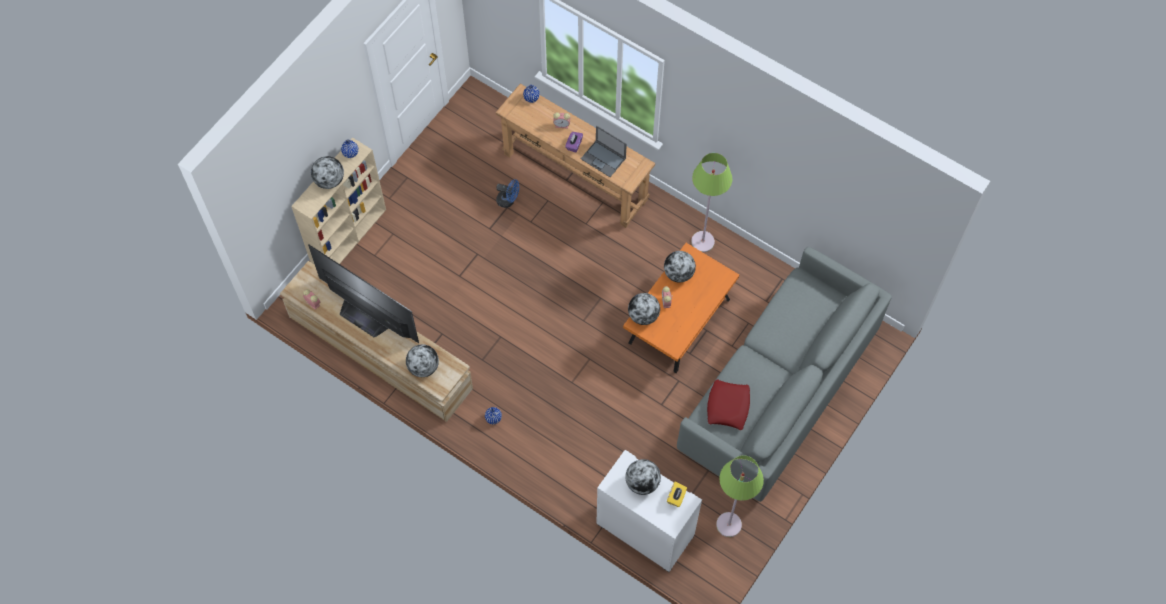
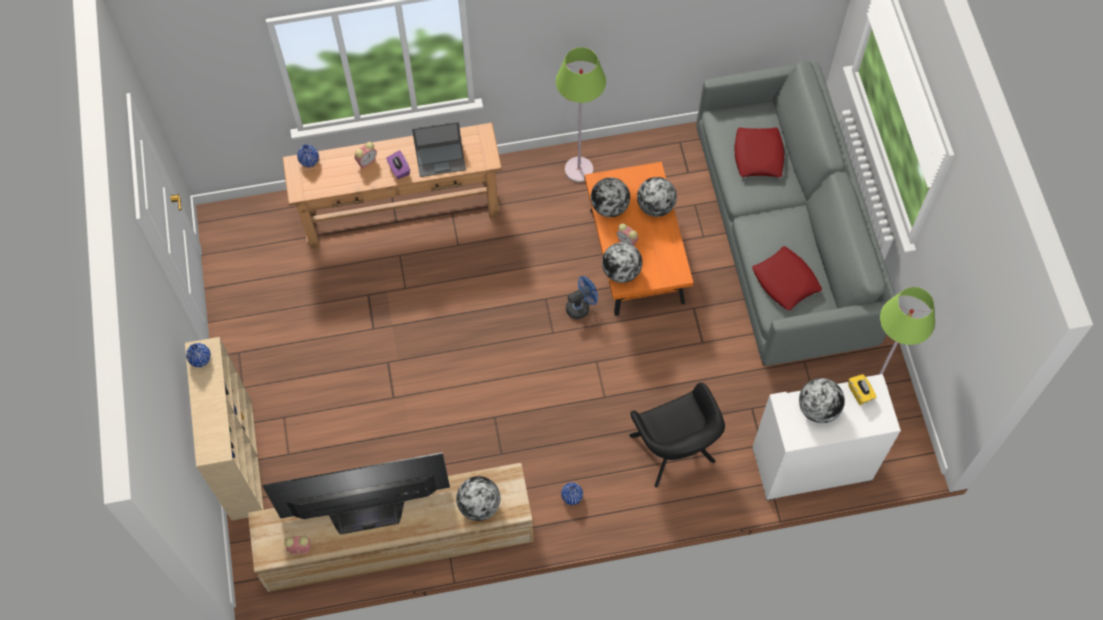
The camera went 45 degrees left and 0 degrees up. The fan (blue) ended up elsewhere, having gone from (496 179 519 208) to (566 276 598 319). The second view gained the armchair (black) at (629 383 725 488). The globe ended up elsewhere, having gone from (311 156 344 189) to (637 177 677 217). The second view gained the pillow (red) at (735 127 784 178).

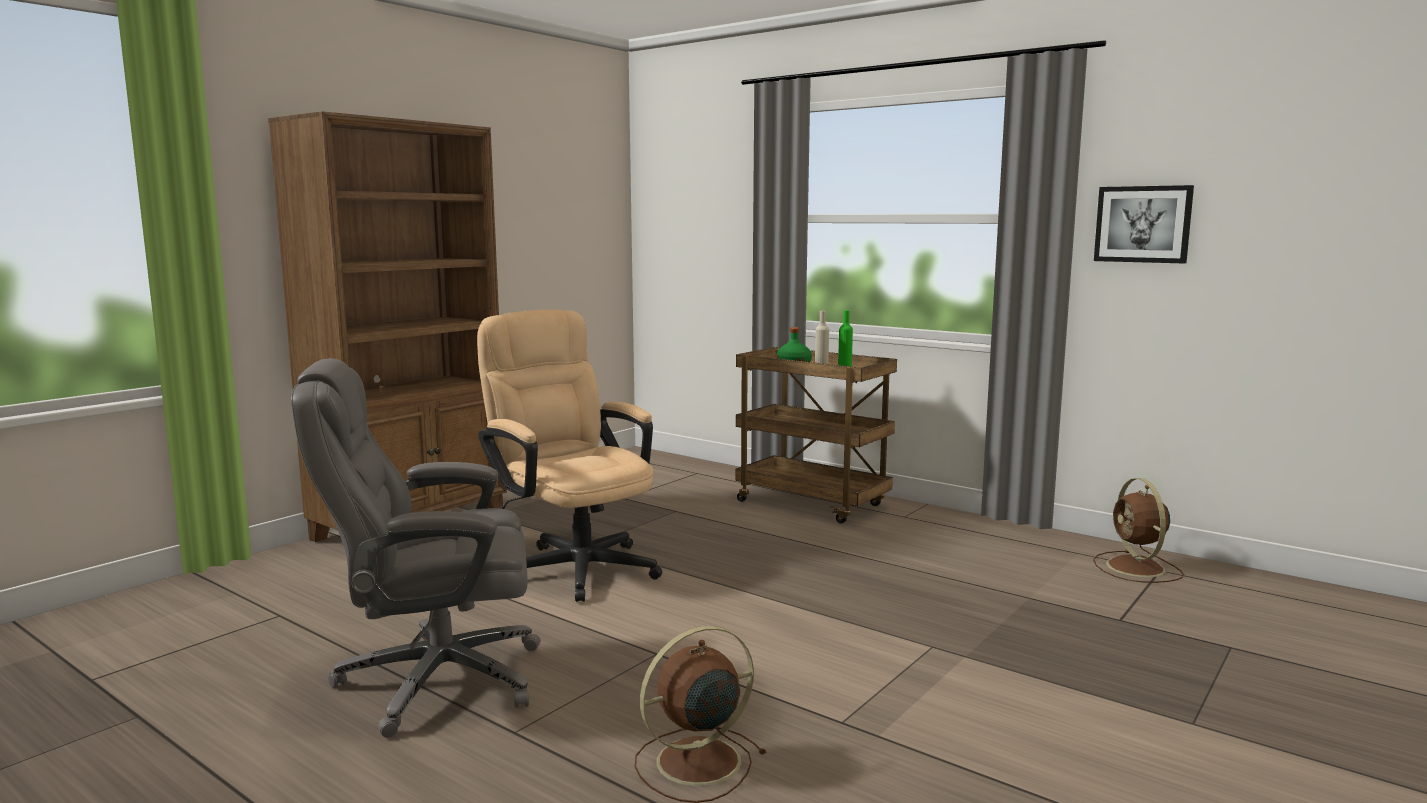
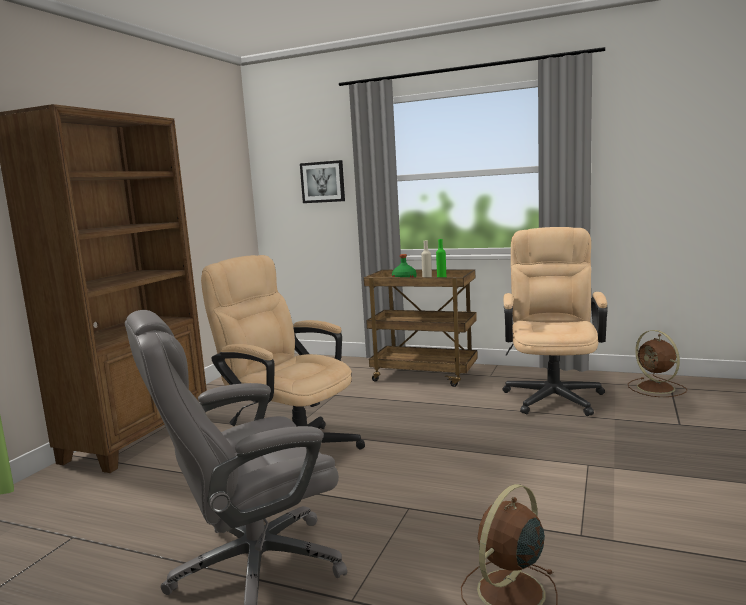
The camera went 15 degrees left and 0 degrees up. The picture ended up elsewhere, having gone from (1094 185 1194 264) to (300 160 345 203). The second view gained the office chair (beige) at (502 227 608 416).

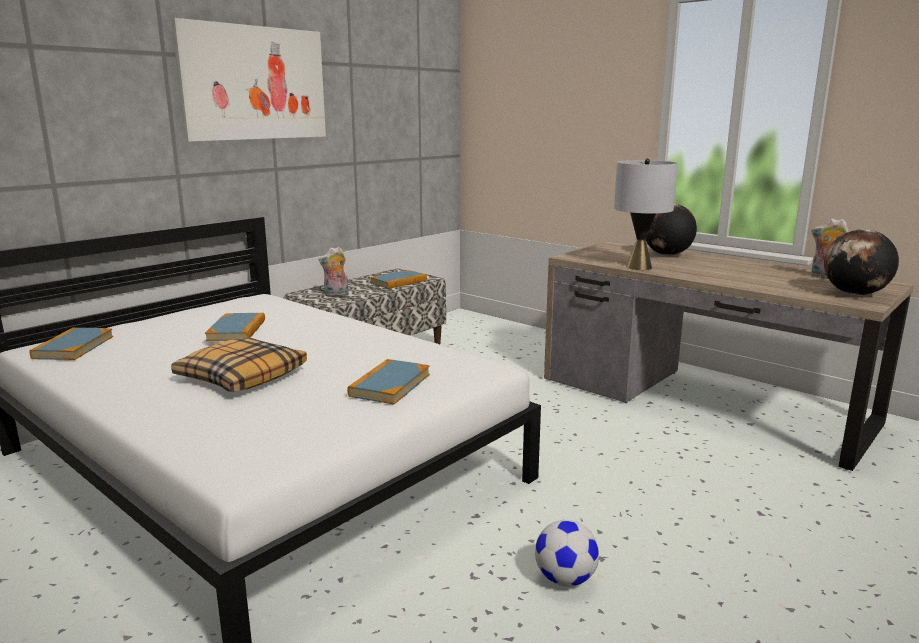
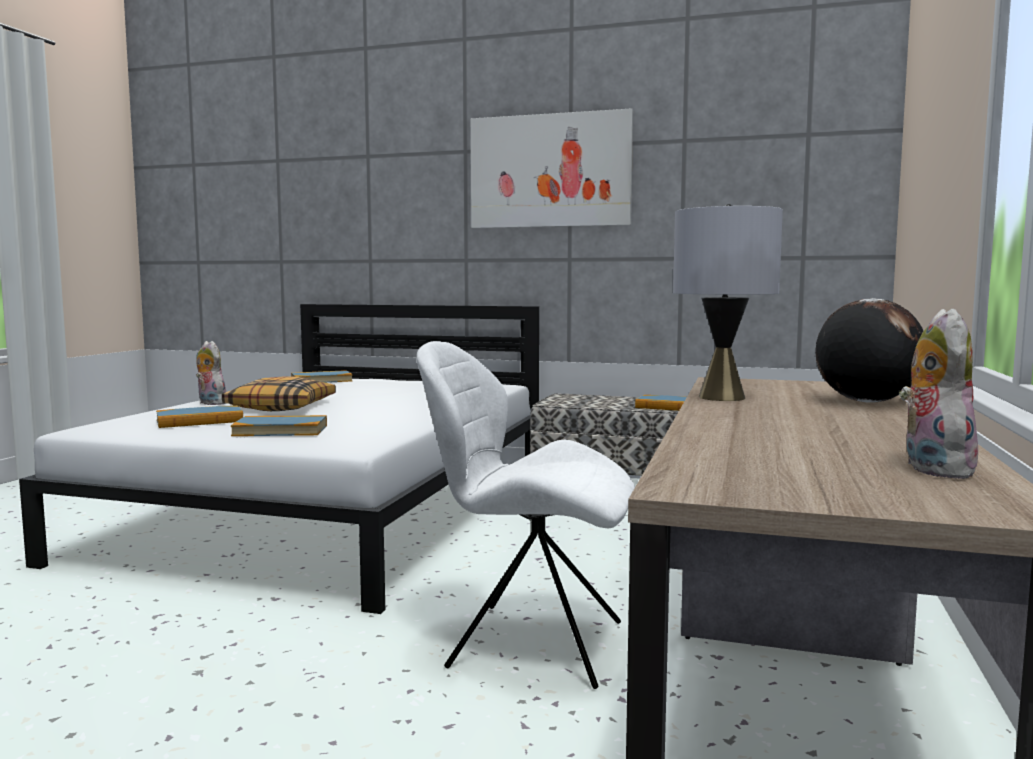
The camera went 65 degrees right and 10 degrees down. The book ended up elsewhere, having gone from (205 313 265 341) to (156 405 243 428). The plush toy ended up elsewhere, having gone from (319 247 349 297) to (196 341 226 405). The second view gained the chair (white) at (417 341 635 689). The second view lost the football at (535 520 599 587). The second view lost the globe at (824 229 899 295).

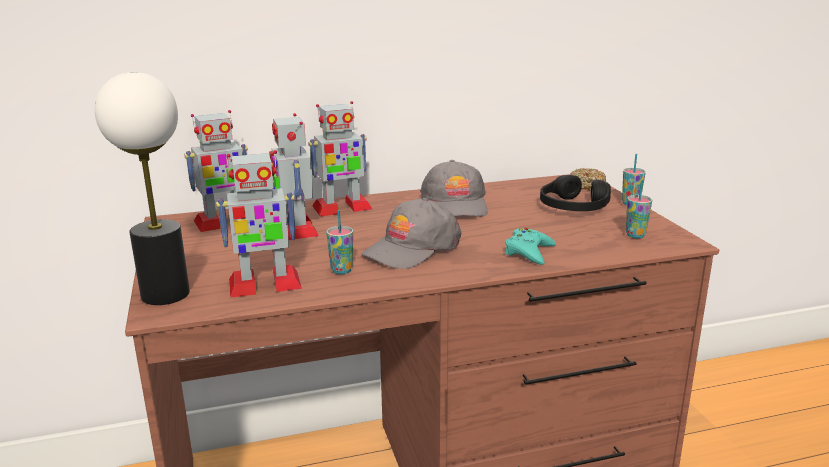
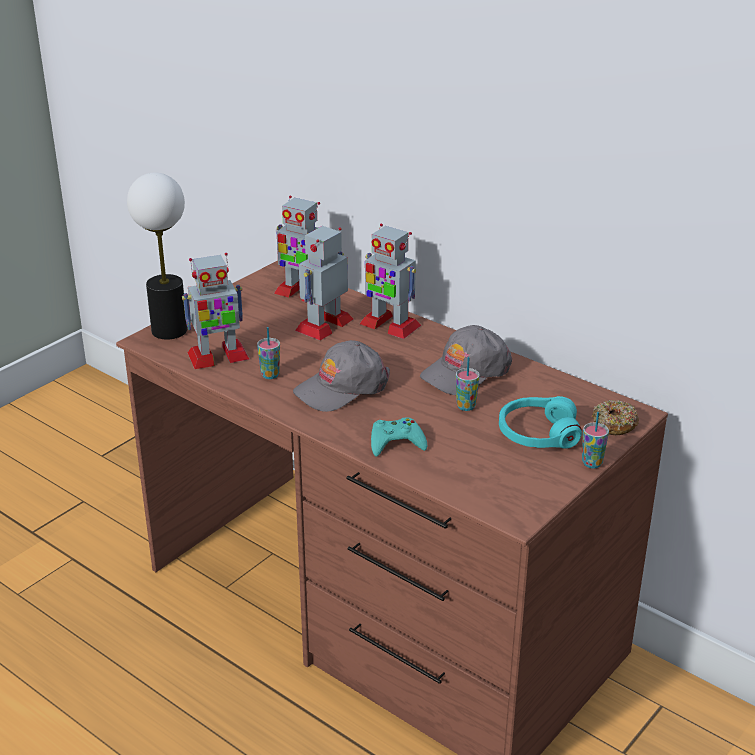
The camera went 55 degrees right and 10 degrees up. The toy robot at (216 150 302 298) ended up facing another way, 60 degrees counterclockwise from before. The cap (grey) at (362 198 461 269) ended up facing another way, 45 degrees counterclockwise from before. The cup ended up elsewhere, having gone from (626 180 652 238) to (456 357 480 411). What was the headphones (black) at (540 175 611 211) turned into the headphones (turquoise) at (499 396 582 449).

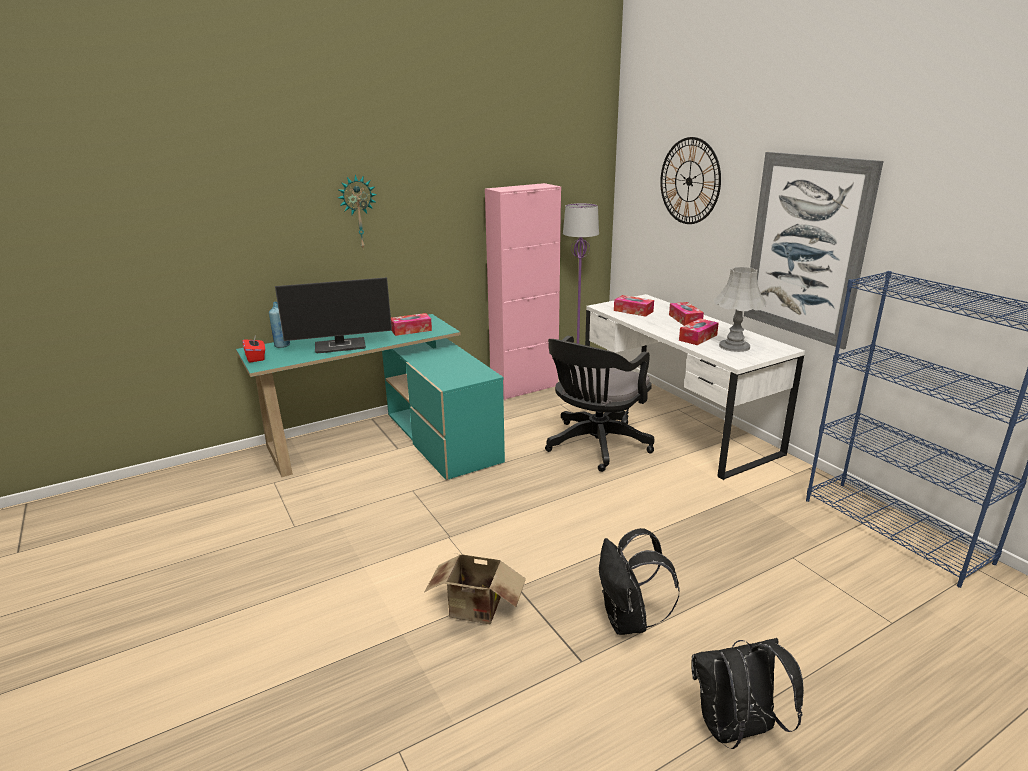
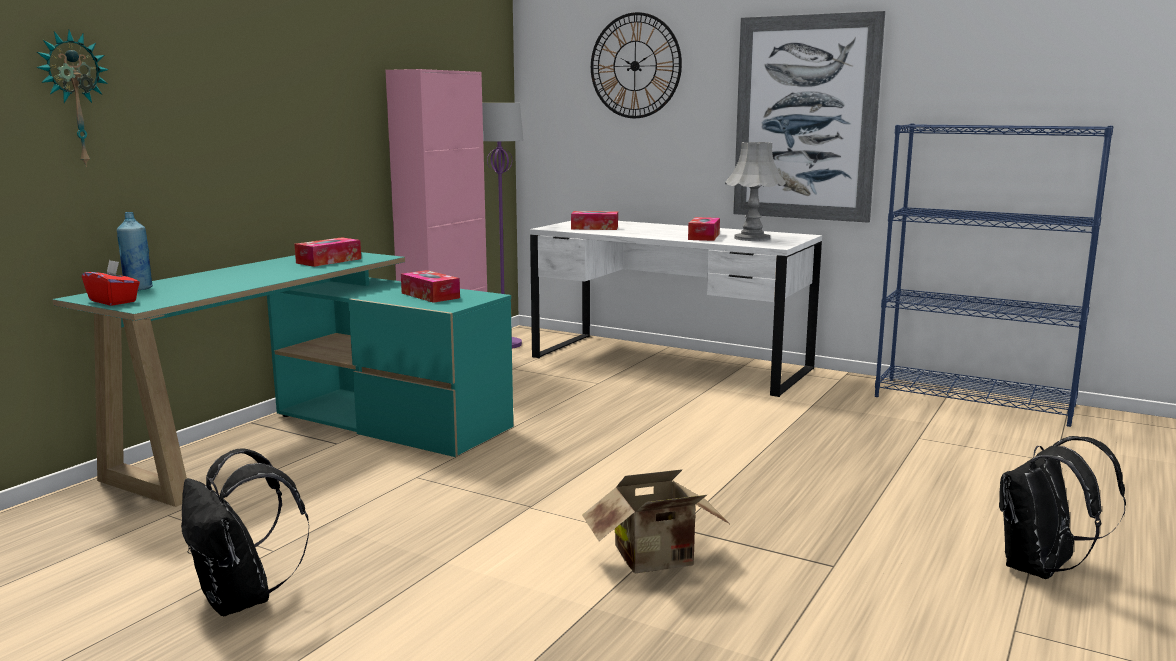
The camera went 30 degrees left and 10 degrees down. The wall clock ended up elsewhere, having gone from (338 174 377 248) to (36 30 109 167). The backpack (black) ended up elsewhere, having gone from (599 528 680 635) to (181 448 310 616). The tissue box ended up elsewhere, having gone from (669 302 704 326) to (401 270 460 303). The second view lost the monitor at (275 277 392 354). The second view lost the office chair (black) at (545 336 655 472).

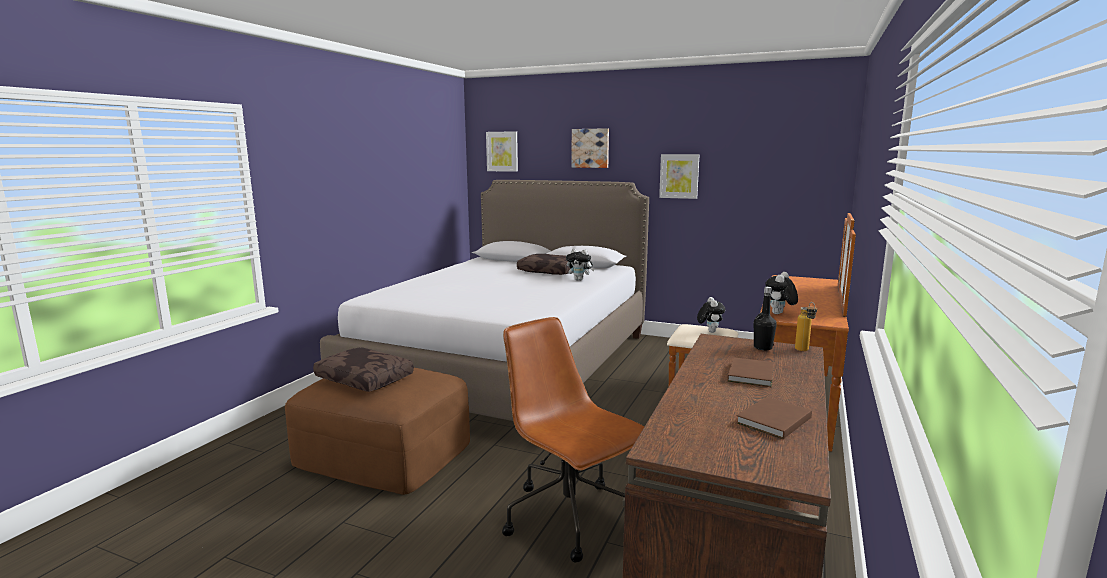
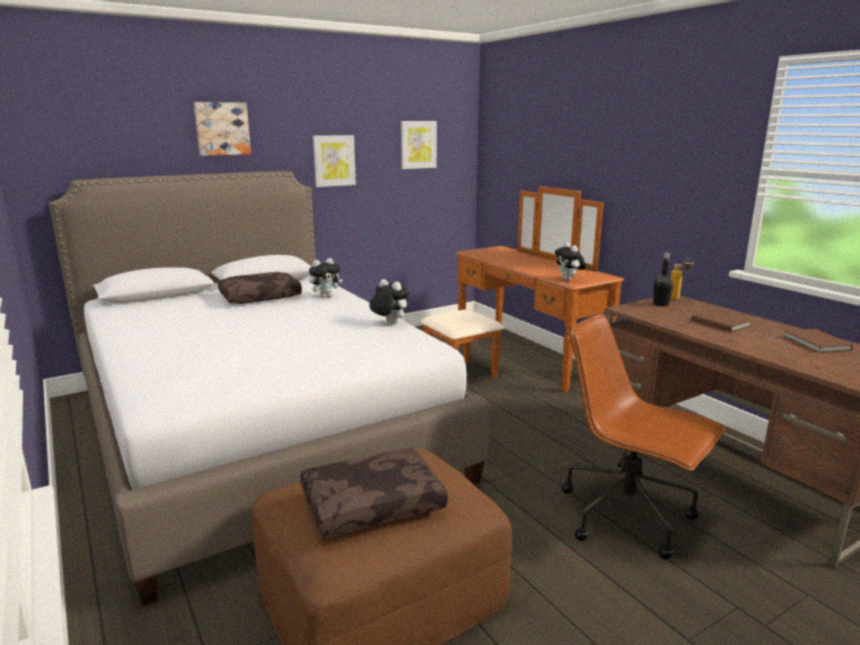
The camera went 55 degrees left and 5 degrees up. The plush toy ended up elsewhere, having gone from (697 297 725 333) to (369 279 410 324). The picture ended up elsewhere, having gone from (486 131 518 172) to (401 121 437 169). The office chair (brown) at (502 317 644 563) ended up facing another way, 45 degrees clockwise from before.

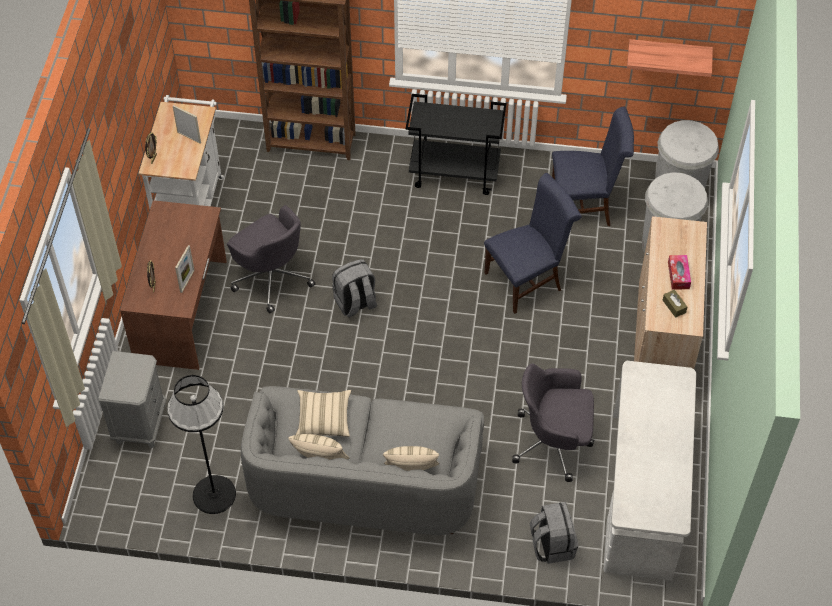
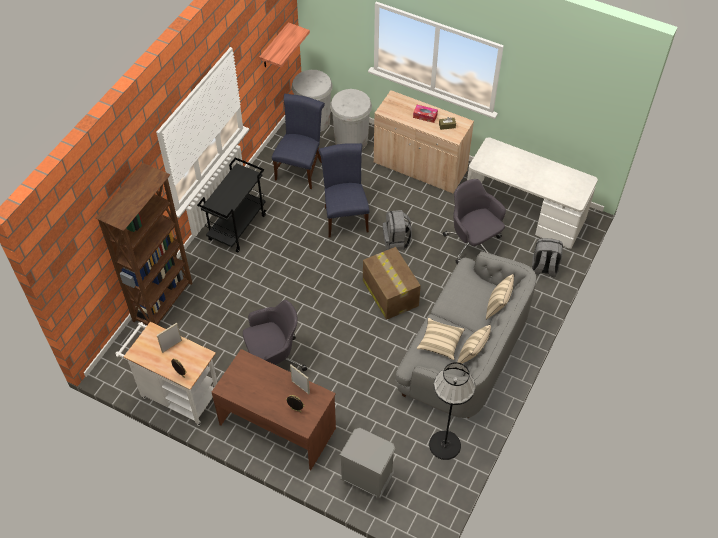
The camera went 70 degrees left and 0 degrees up. The second view gained the cardboard box at (363 247 421 320). The backpack (grey) ended up elsewhere, having gone from (332 259 377 317) to (383 210 412 250). The office chair (grey) at (512 363 595 482) ended up facing another way, 120 degrees clockwise from before.

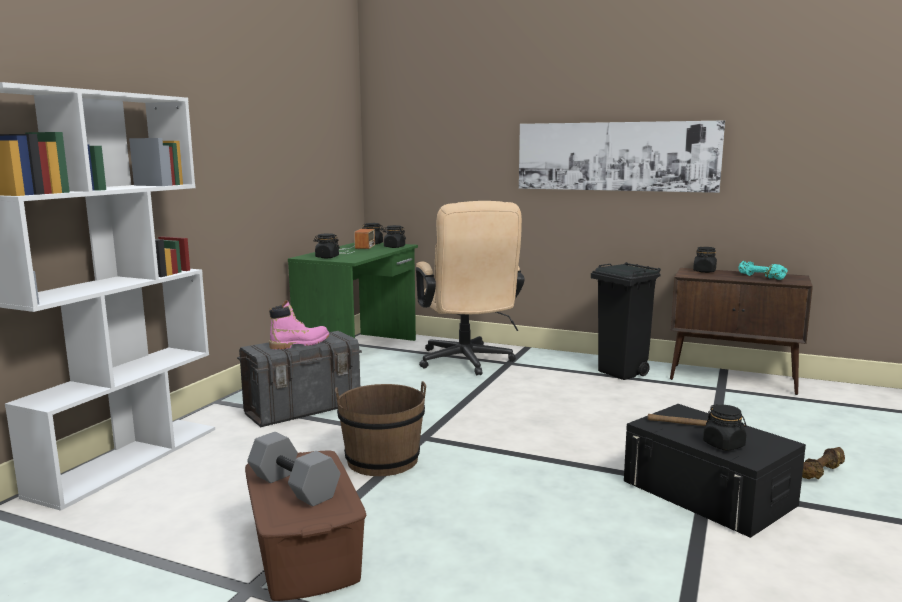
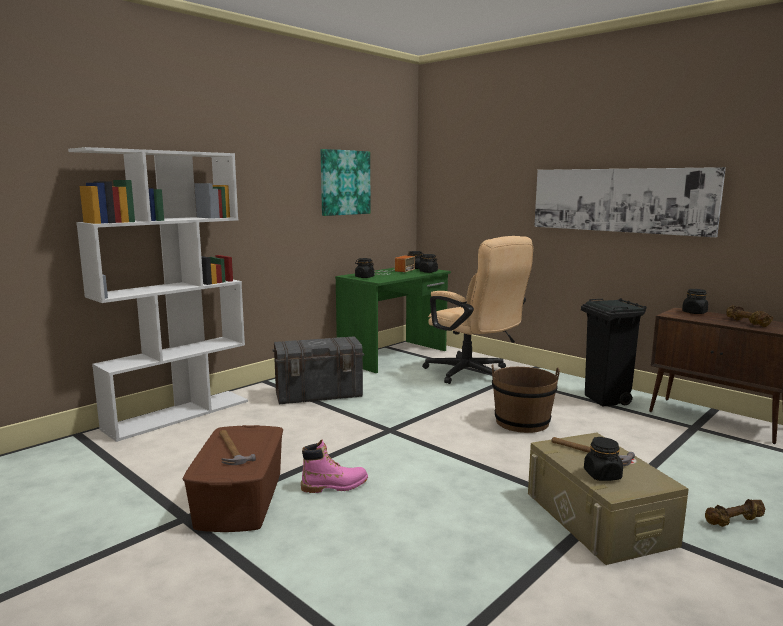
The camera went 20 degrees right and 0 degrees up. Where the dumbbell (grey) stood at (247 432 340 507), the hammer came to stand at (219 430 256 465). The boot (pink) ended up elsewhere, having gone from (269 300 329 350) to (301 440 368 493). The second view gained the picture at (321 149 371 216). The office chair (beige) at (416 201 525 376) ended up facing another way, 45 degrees counterclockwise from before. The bucket (brown) ended up elsewhere, having gone from (335 381 426 476) to (492 365 560 433). What was the storage box (black) at (624 404 806 538) turned into the storage box (beige) at (528 433 689 565). What was the dumbbell (turquoise) at (738 261 788 280) turned into the dumbbell (brown) at (726 305 773 327).

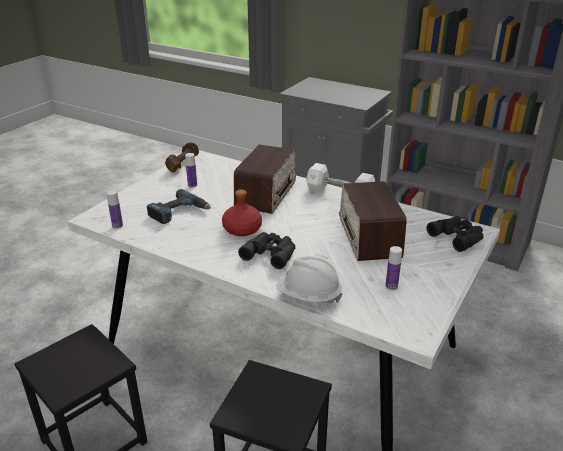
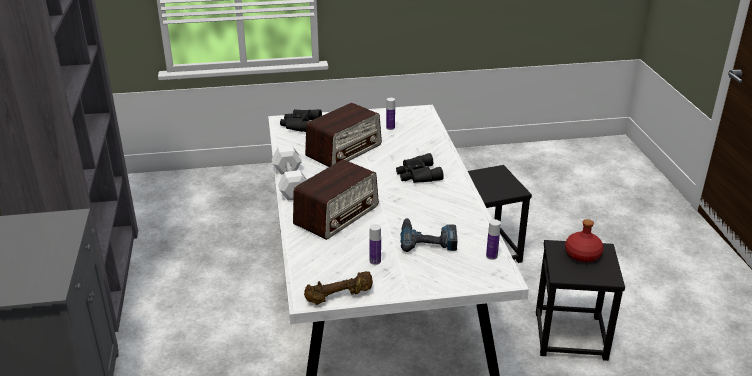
The camera went 130 degrees left and 0 degrees up. The radio at (234 145 296 214) ended up facing another way, 150 degrees clockwise from before. The bottle (red) ended up elsewhere, having gone from (222 189 262 236) to (565 219 604 262). The second view lost the hard hat (white) at (276 256 343 304).

